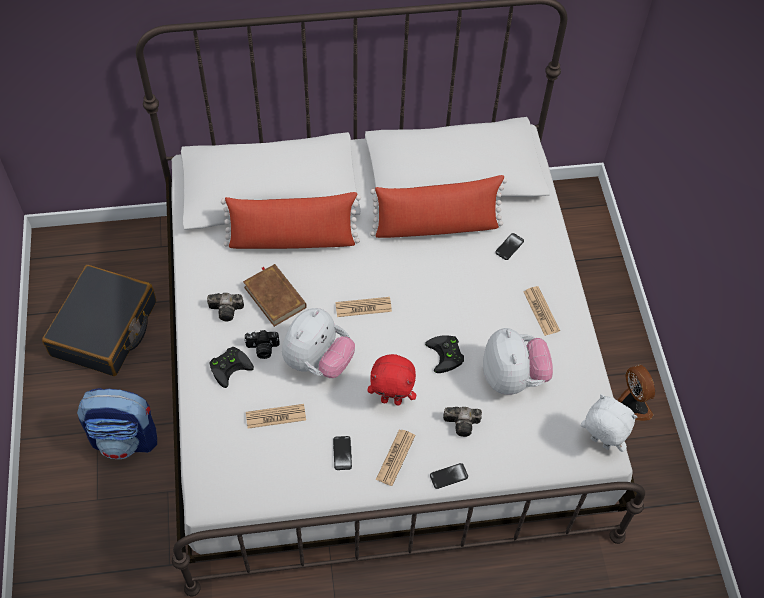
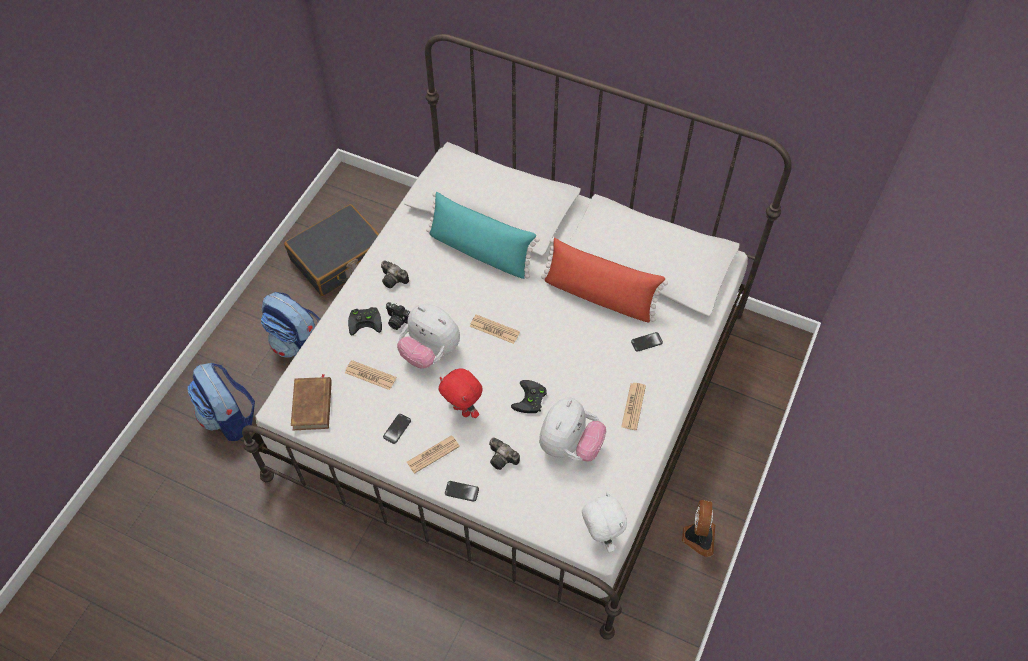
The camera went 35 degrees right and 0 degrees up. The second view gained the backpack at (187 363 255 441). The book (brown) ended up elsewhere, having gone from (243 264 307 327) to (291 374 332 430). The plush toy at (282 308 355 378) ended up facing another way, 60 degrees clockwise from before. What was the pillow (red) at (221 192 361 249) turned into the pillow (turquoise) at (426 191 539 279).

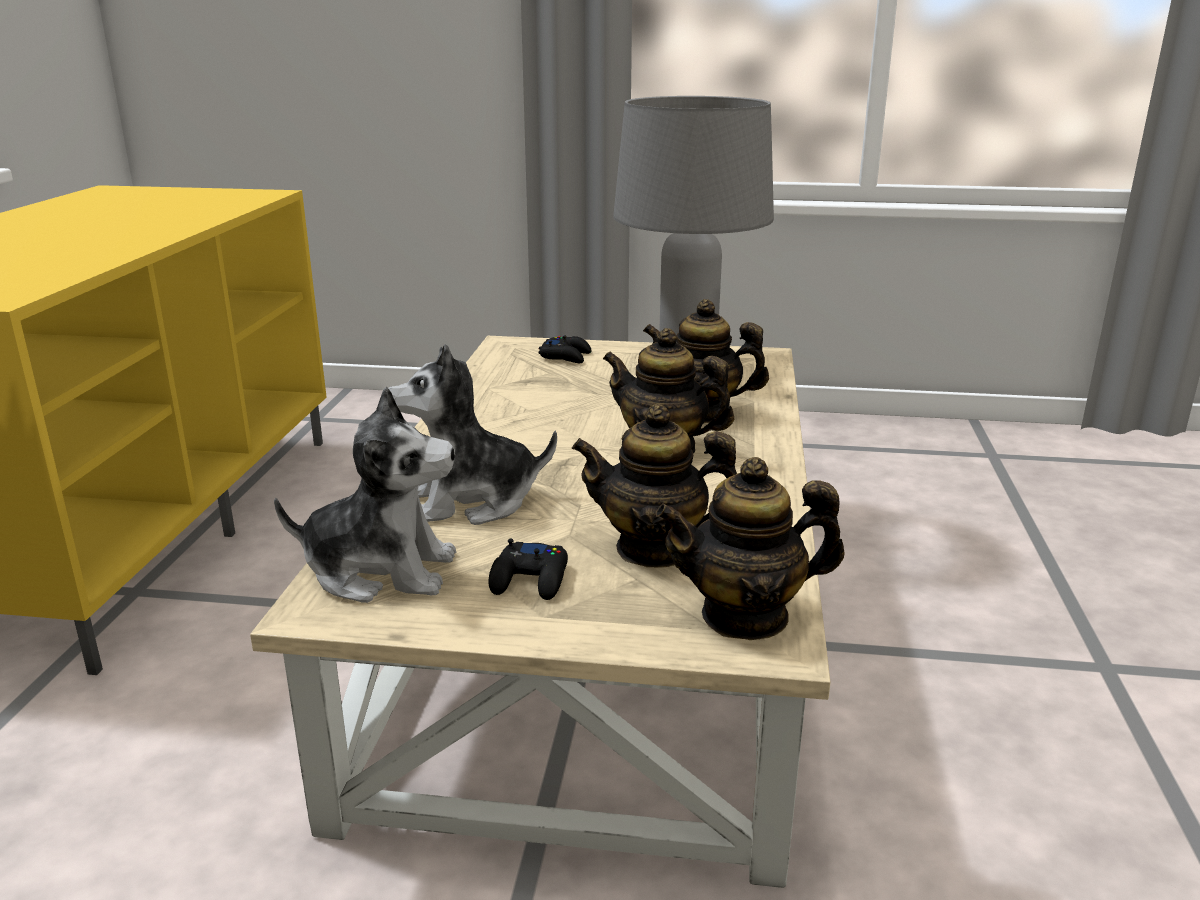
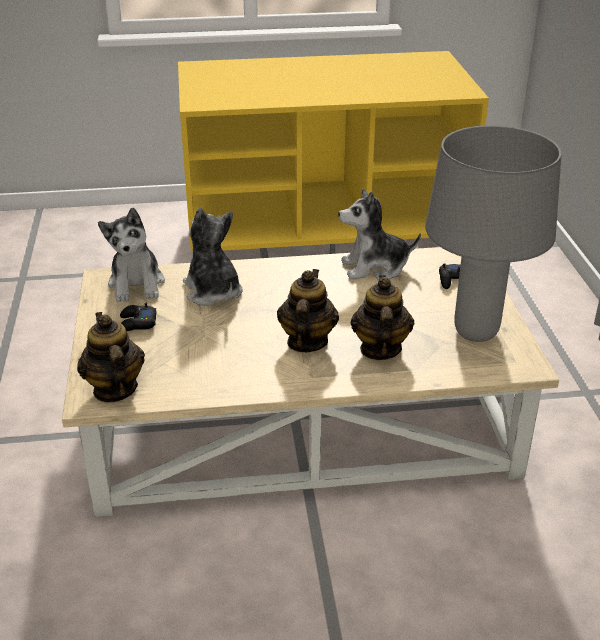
The camera went 75 degrees right and 10 degrees up. The second view gained the plush toy at (338 188 421 281). The second view lost the teapot at (572 404 737 568).

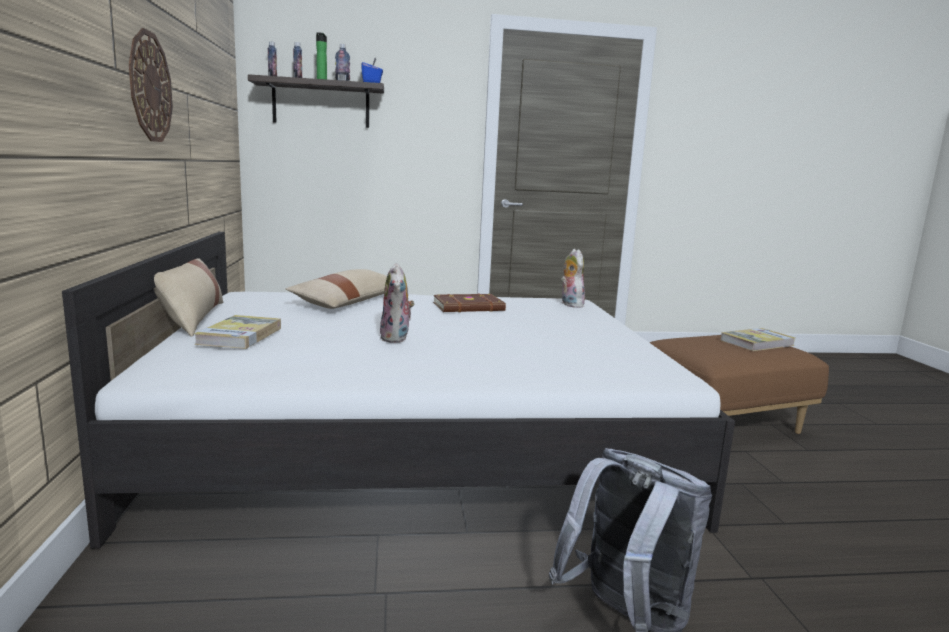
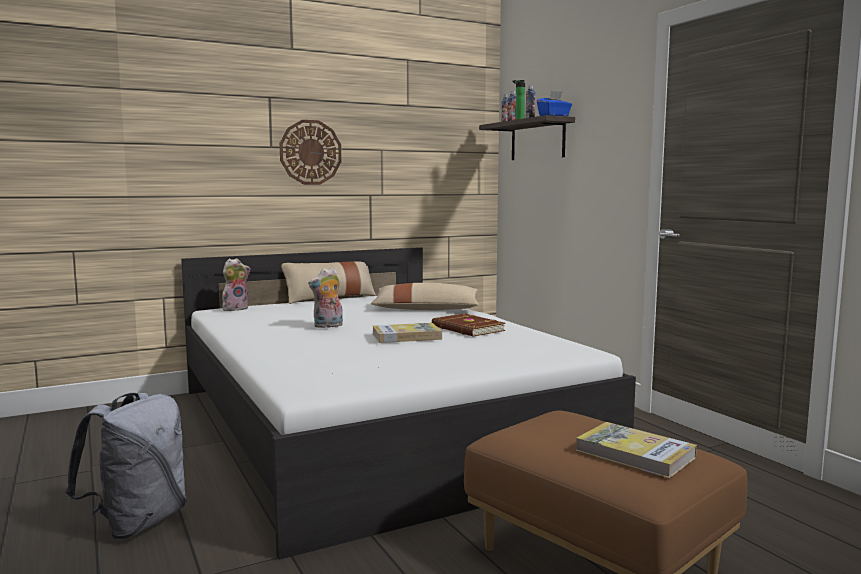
The camera went 70 degrees right and 5 degrees down. The plush toy ended up elsewhere, having gone from (561 249 585 308) to (222 258 251 311). The book ended up elsewhere, having gone from (194 315 281 349) to (373 323 442 343).

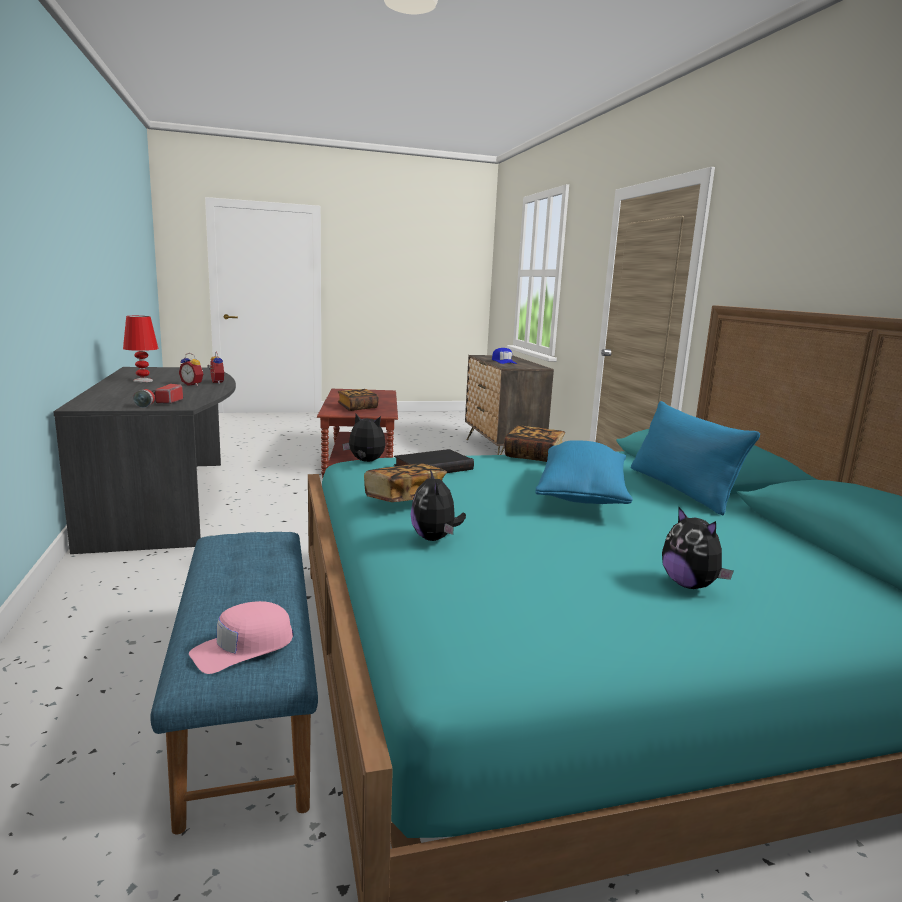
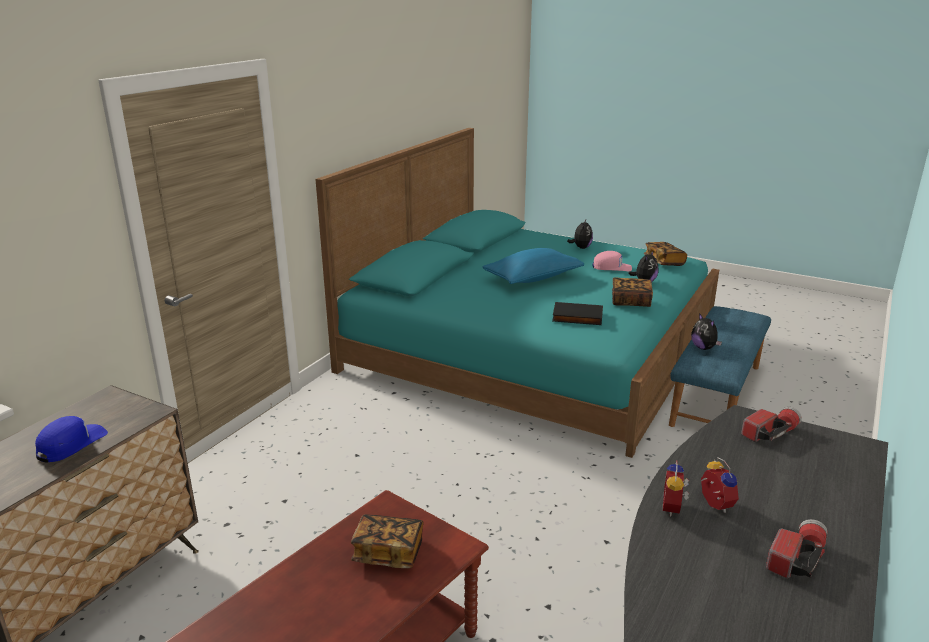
The camera went 135 degrees left and 10 degrees up. The cap (pink) ended up elsewhere, having gone from (189 601 293 674) to (592 251 632 271). The book ended up elsewhere, having gone from (504 425 565 462) to (643 242 687 266). The plush toy ended up elsewhere, having gone from (342 414 386 462) to (691 313 722 350). Where the table lamp (red) stood at (123 316 158 382), the flashlight came to stand at (766 519 827 579). The second view lost the pillow (blue) at (631 401 760 515).

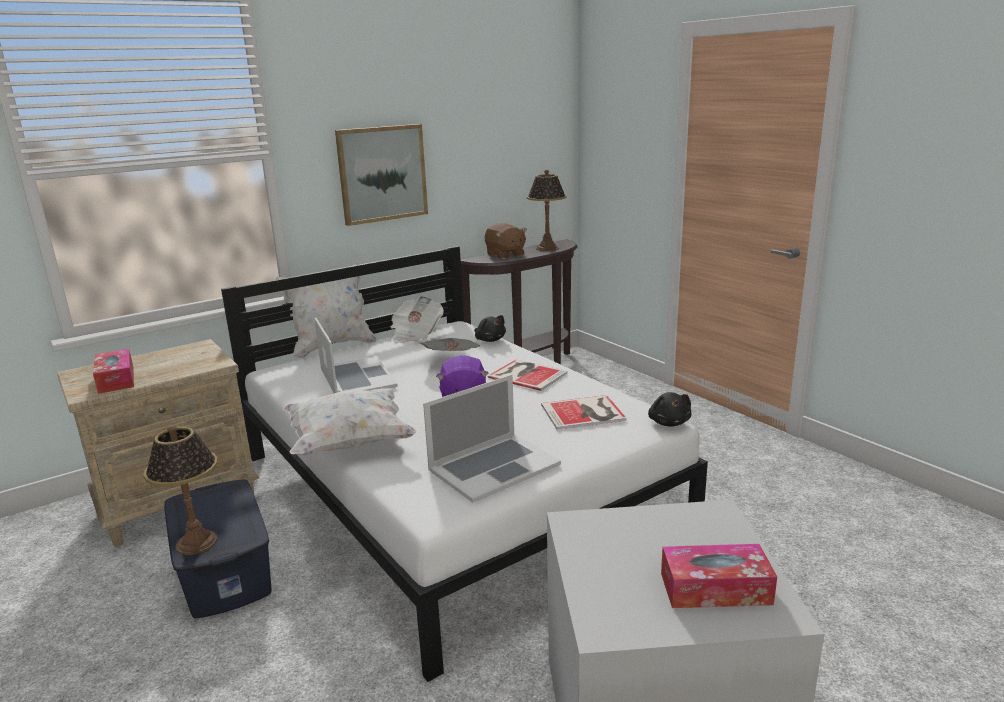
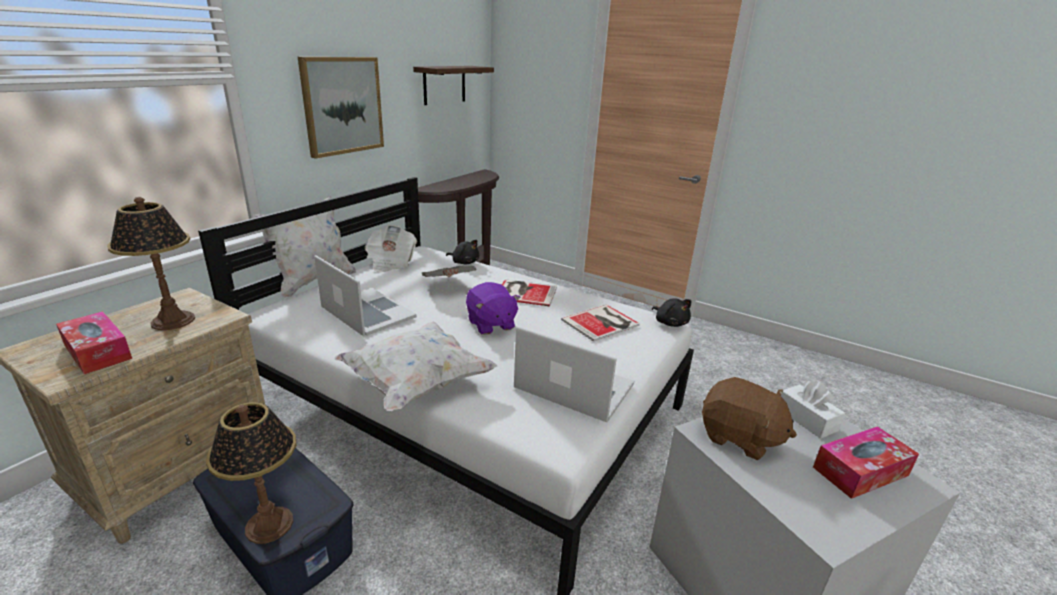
The camera went 25 degrees left and 5 degrees up. The table lamp ended up elsewhere, having gone from (527 170 567 251) to (107 197 195 330). The second view gained the shelf at (413 66 494 105). The laptop at (423 375 561 503) ended up facing another way, 90 degrees counterclockwise from before. The plush toy (brown) ended up elsewhere, having gone from (485 223 527 259) to (702 377 797 460). The second view gained the tissue box (white) at (781 381 845 439).

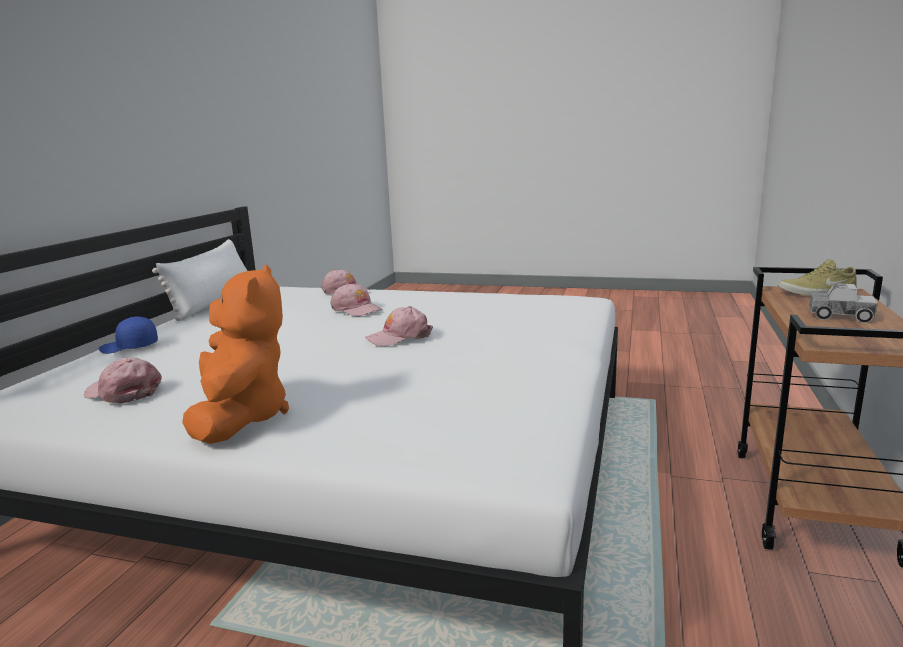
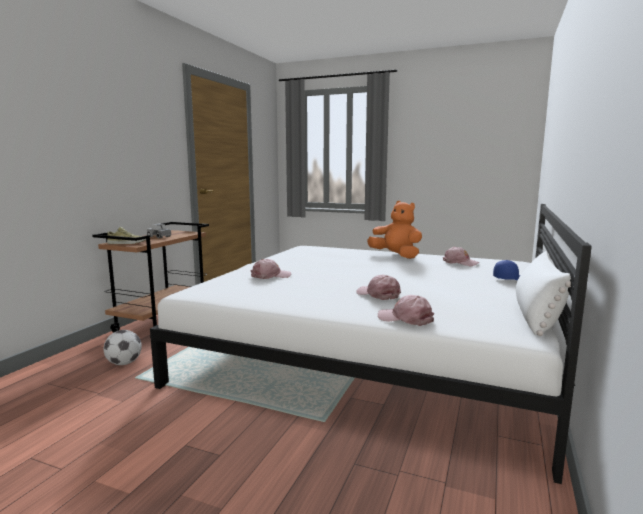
The camera went 175 degrees left and 5 degrees down. The second view gained the football at (103 330 142 365). The cap (pink) ended up elsewhere, having gone from (365 306 433 346) to (251 259 291 279). The plush toy (orange) at (182 264 289 444) ended up facing another way, 135 degrees clockwise from before.

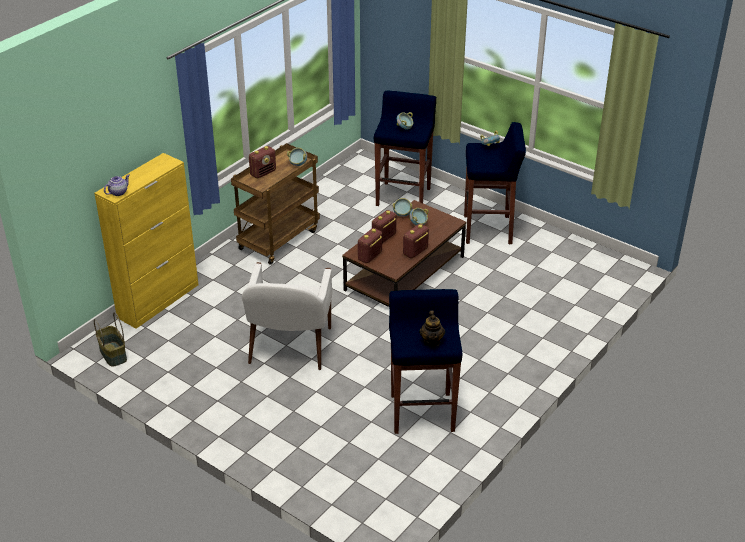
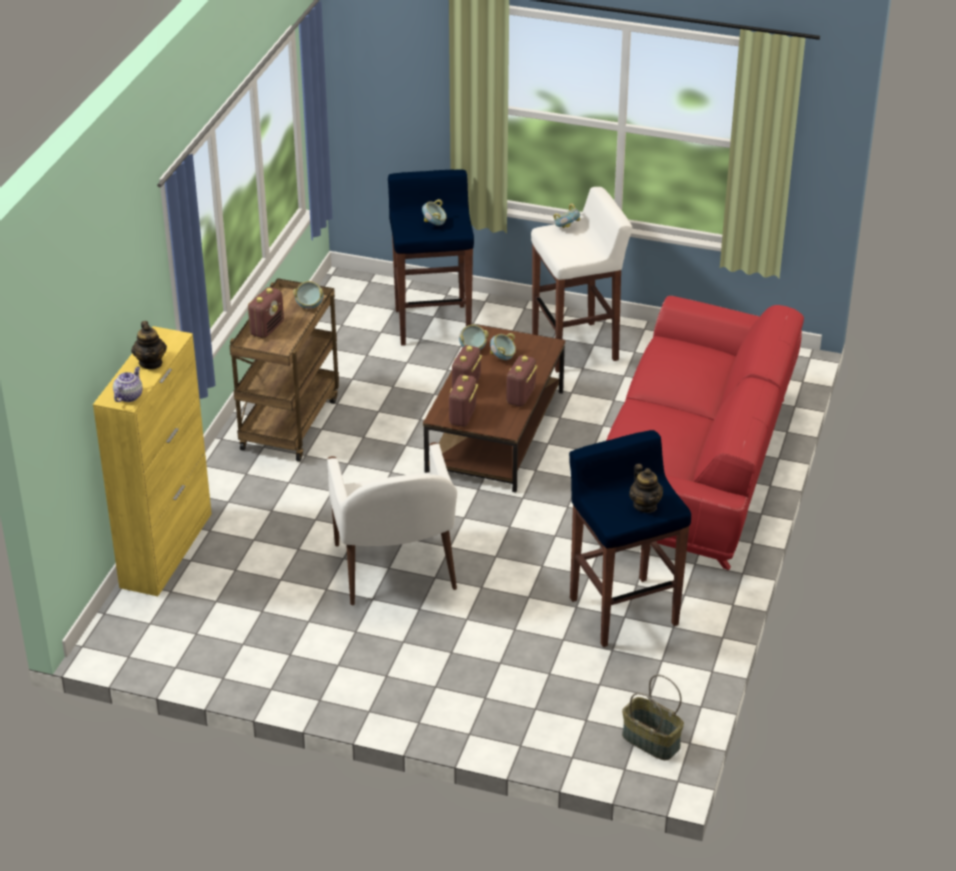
The camera went 20 degrees left and 0 degrees up. The second view gained the teapot at (131 321 167 369). What was the stool (blue) at (464 122 526 244) turned into the stool (white) at (531 187 632 373). The second view gained the sofa (red) at (606 295 804 570). The basket ended up elsewhere, having gone from (94 312 127 367) to (622 675 684 760).

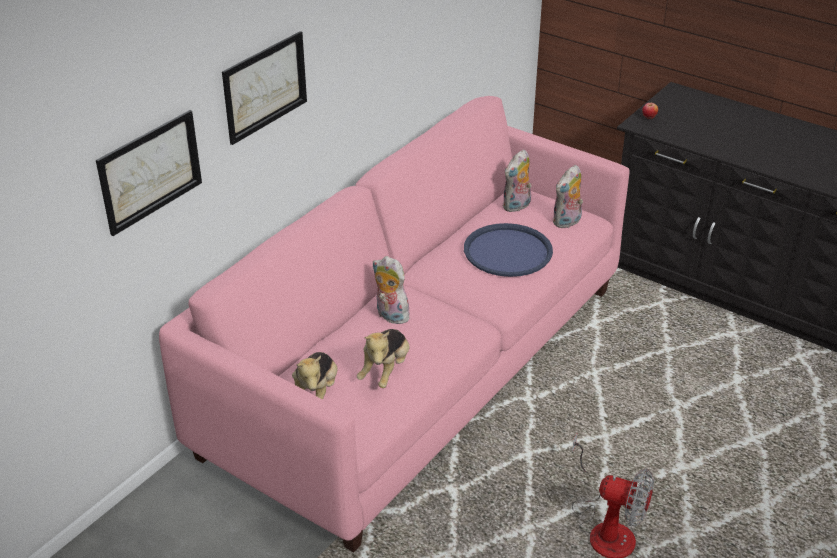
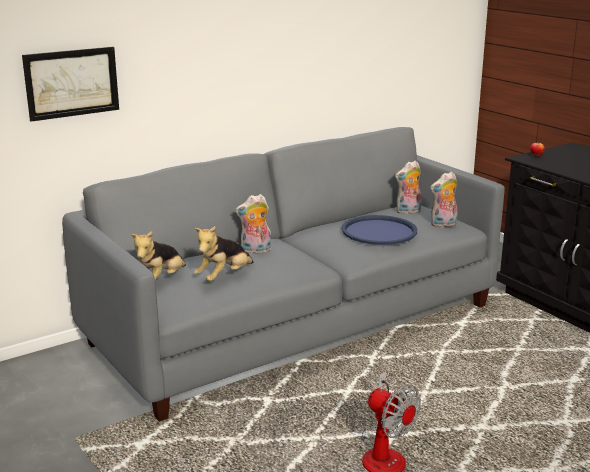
The camera went 20 degrees right and 15 degrees down. What was the sofa (pink) at (159 96 630 553) turned into the sofa (grey) at (62 127 505 422). The plush toy at (373 256 414 324) ended up facing another way, 75 degrees counterclockwise from before. The second view lost the picture at (222 31 307 145).

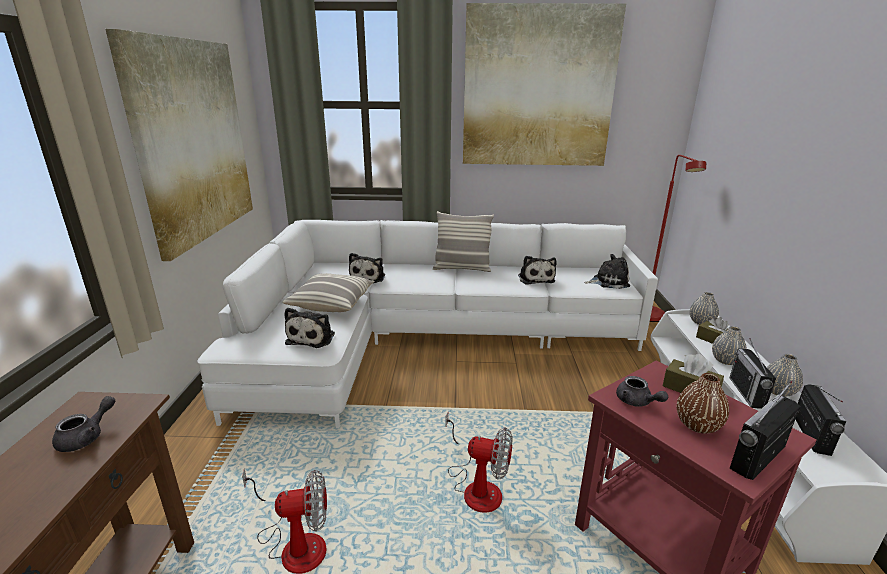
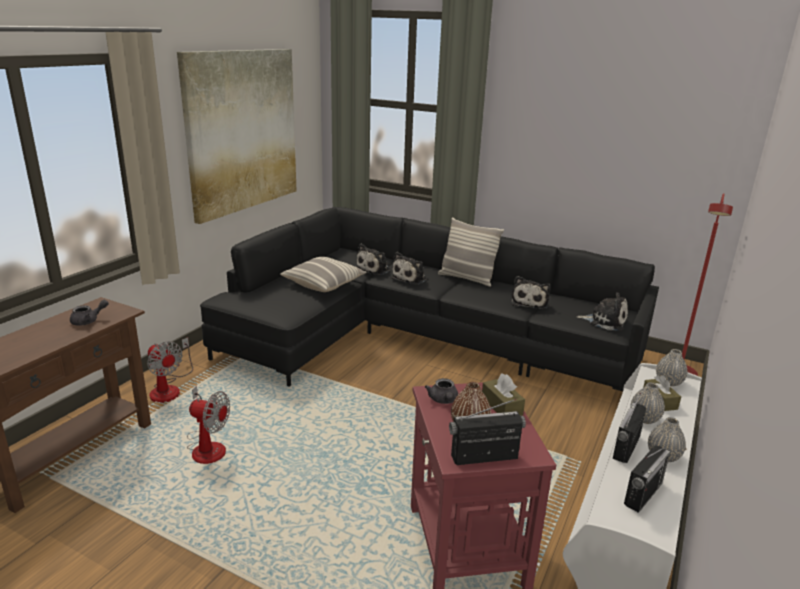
The camera went 25 degrees right and 0 degrees up. The fan ended up elsewhere, having gone from (445 412 513 513) to (147 338 193 403). What was the sofa (white) at (197 220 658 428) turned into the sofa (black) at (200 207 659 391). The plush toy ended up elsewhere, having gone from (284 307 335 348) to (390 252 427 285). The second view lost the picture at (463 3 626 166).

